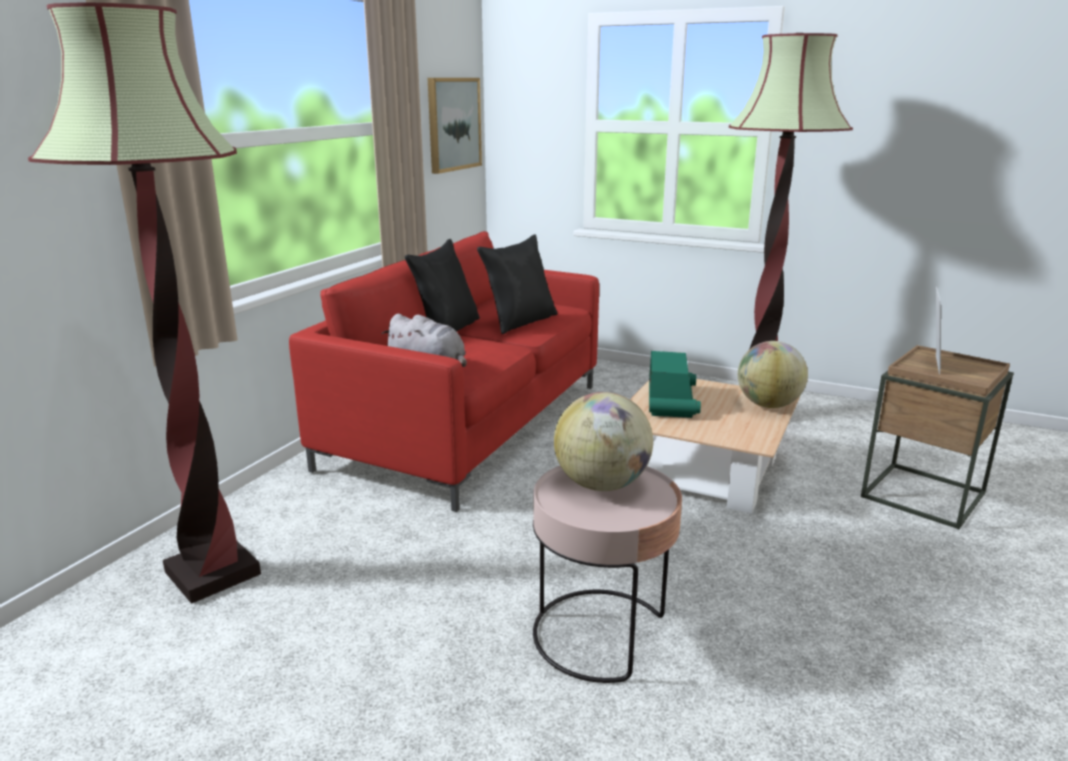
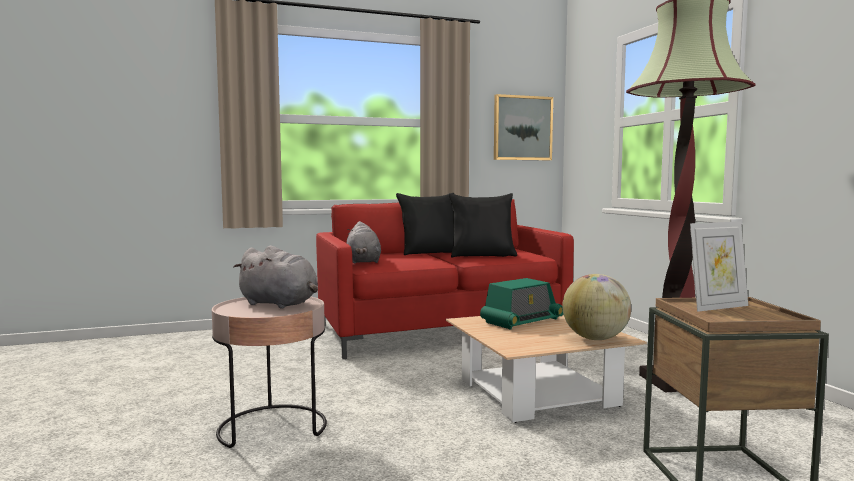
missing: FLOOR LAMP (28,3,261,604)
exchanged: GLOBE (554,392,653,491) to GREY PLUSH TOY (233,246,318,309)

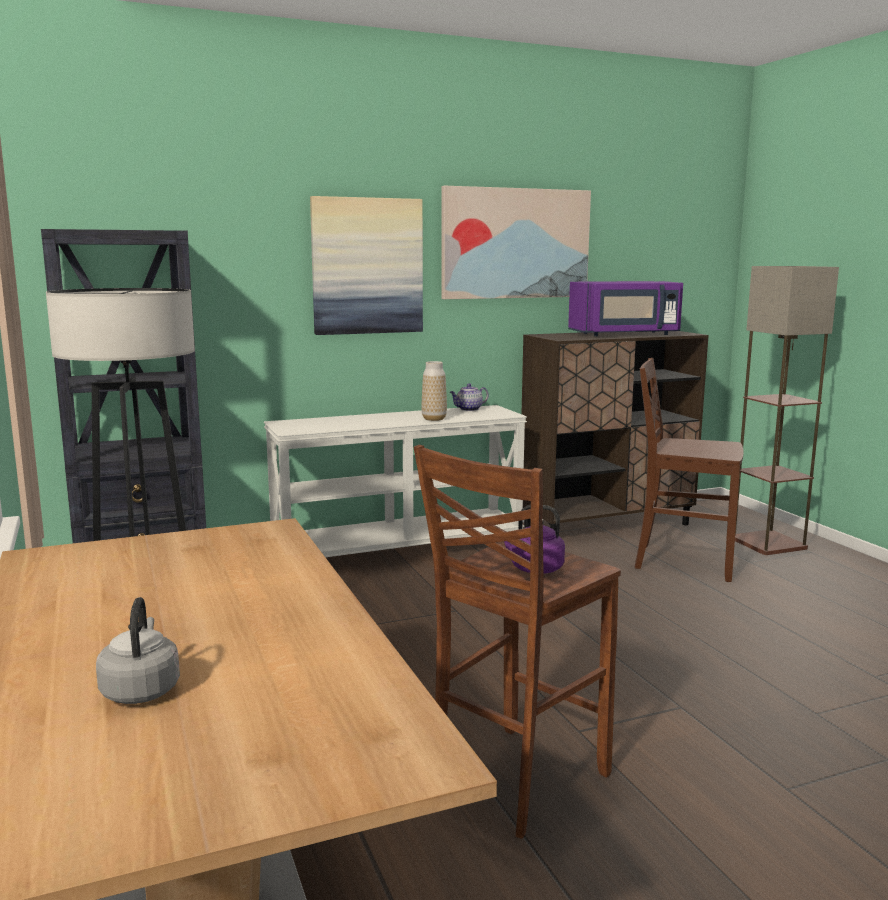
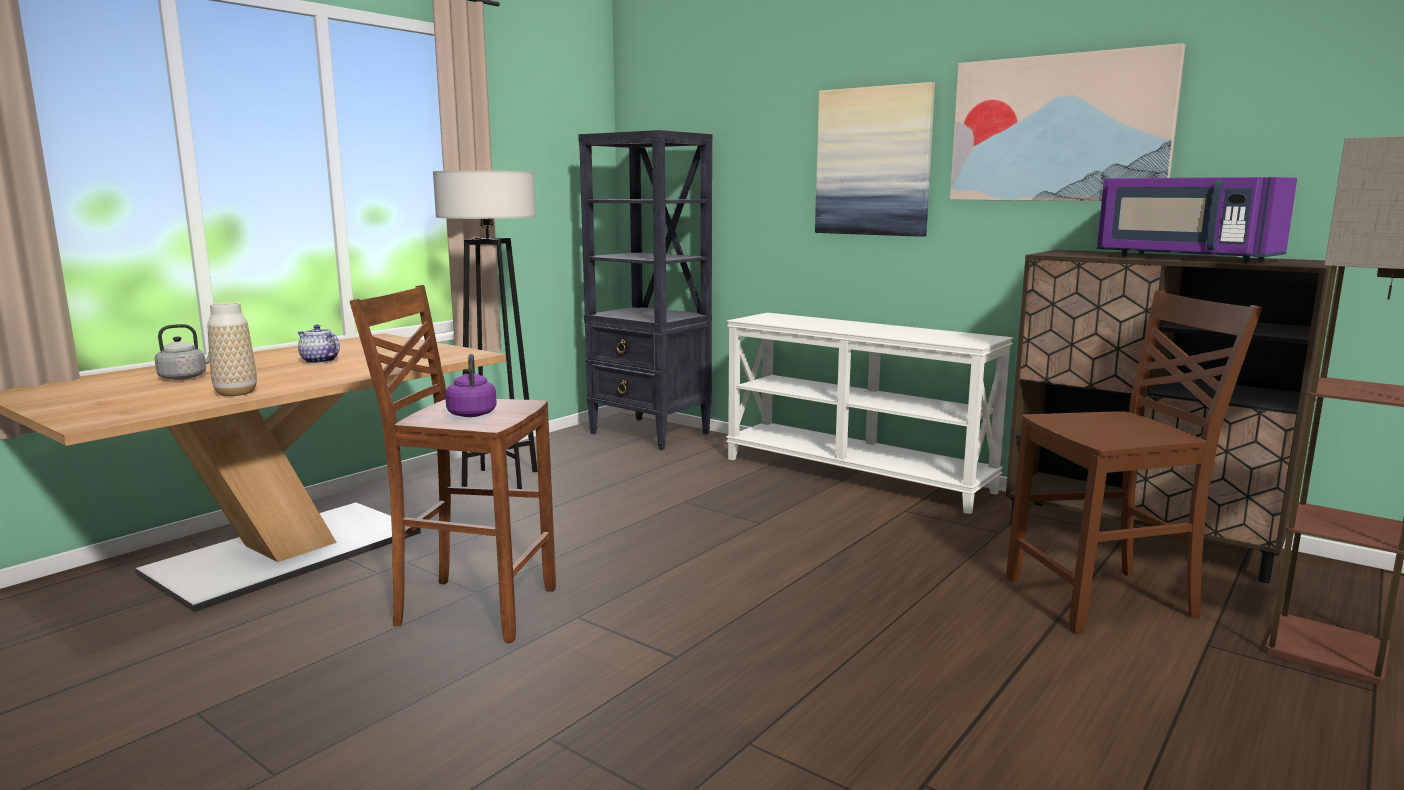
relocated: VASE (421,361,447,421) to (207,302,257,396); TEAPOT (450,384,489,411) to (297,325,340,364)
spun: BROWN CHAIR (635,358,744,582) = (1006,290,1262,634) 90 degrees clockwise

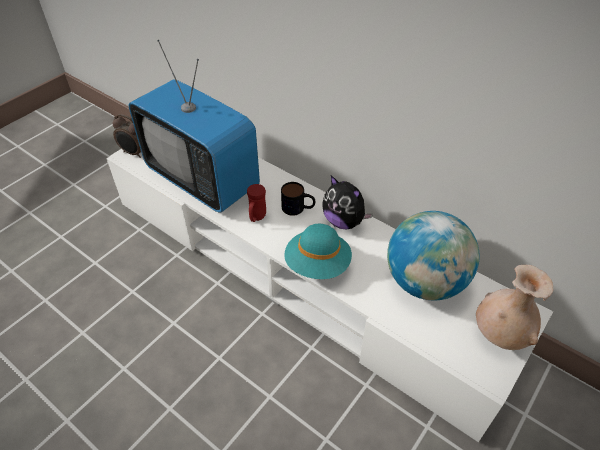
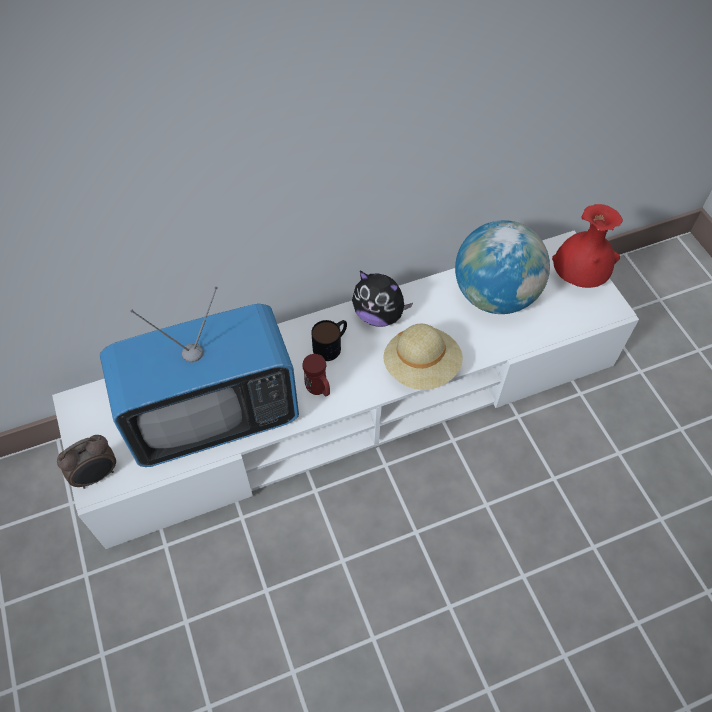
colour: TURQUOISE HAT (284,224,352,279) to BEIGE HAT (383,324,463,390); BEIGE VASE (476,265,554,350) to RED VASE (552,204,623,288)
spun: PLUSH TOY (323,176,373,229) = (352,271,413,327) 45 degrees clockwise

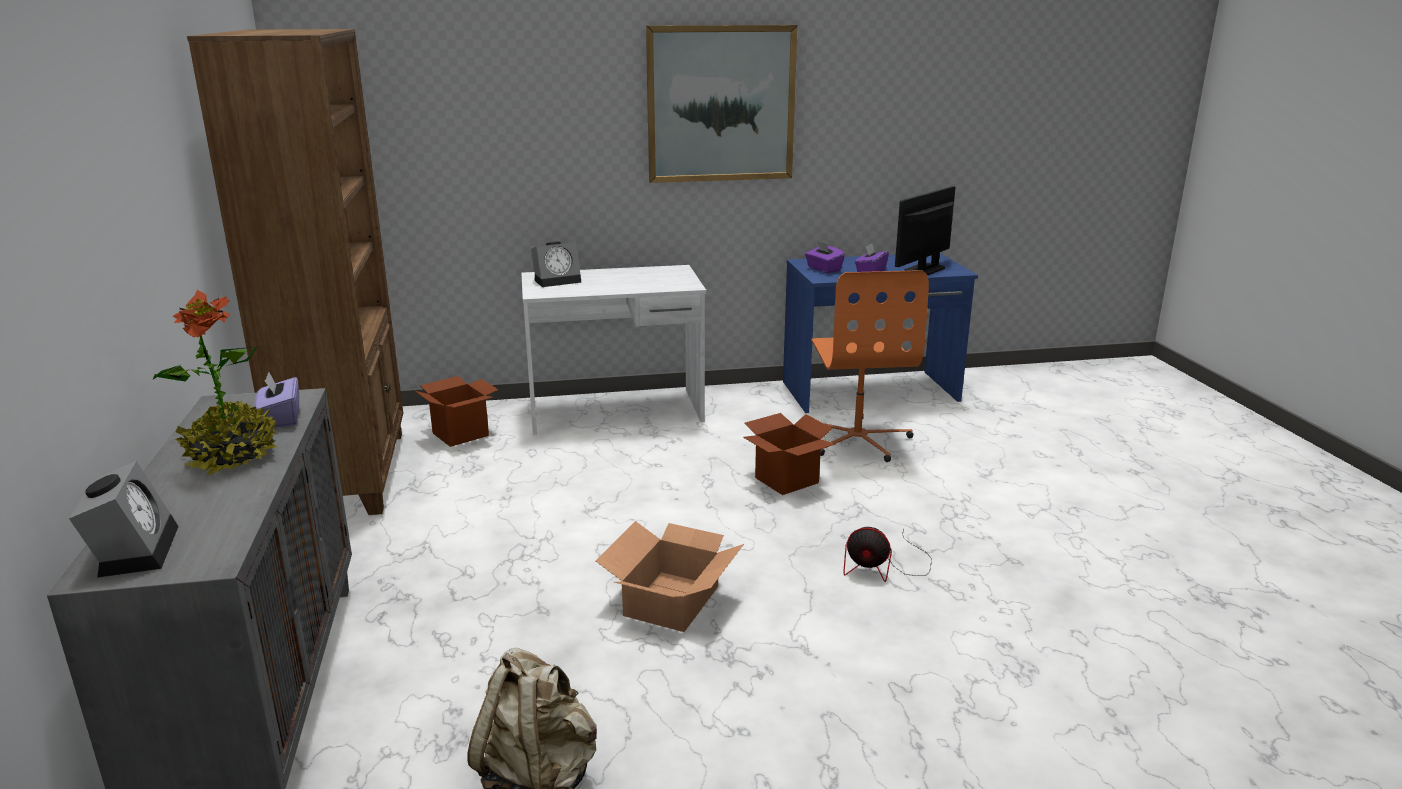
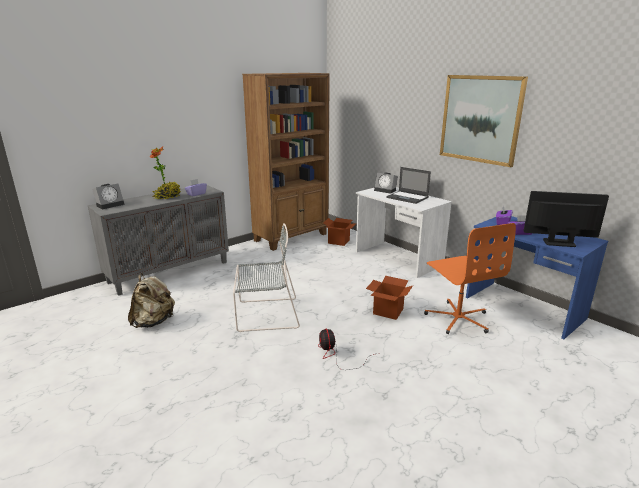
appeared: LAPTOP (386,167,431,204)
exchanged: CARDBOARD BOX (596,521,744,632) to GREY CHAIR (233,223,300,332)
spun: ORANGE OFFICE CHAIR (811,270,929,462) = (424,223,516,334) 75 degrees counterclockwise

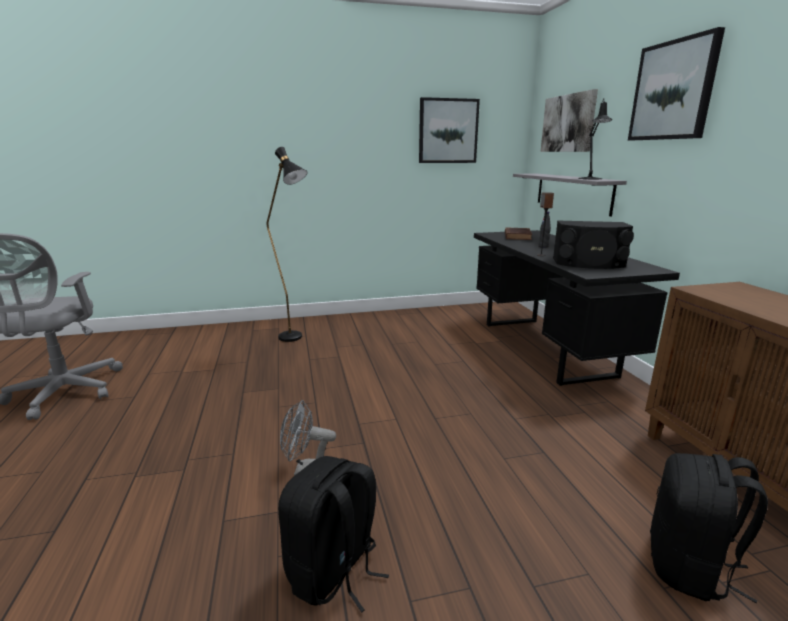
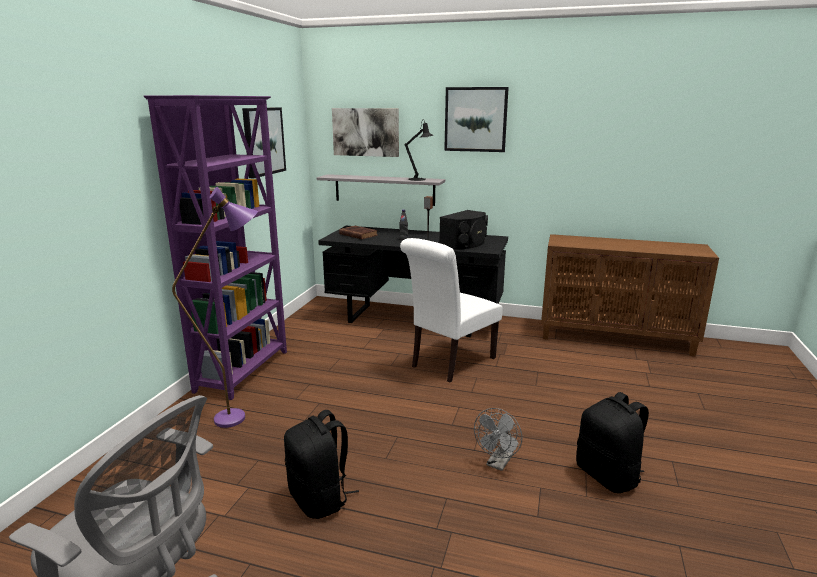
appeared: PURPLE BOOKCASE (144,95,287,400); WHITE CHAIR (400,238,503,383)
relocated: BLACK BACKPACK (650,453,768,604) to (284,410,359,519)
colour: BLACK FLOOR LAMP (267,147,308,342) to PURPLE FLOOR LAMP (172,187,258,428)

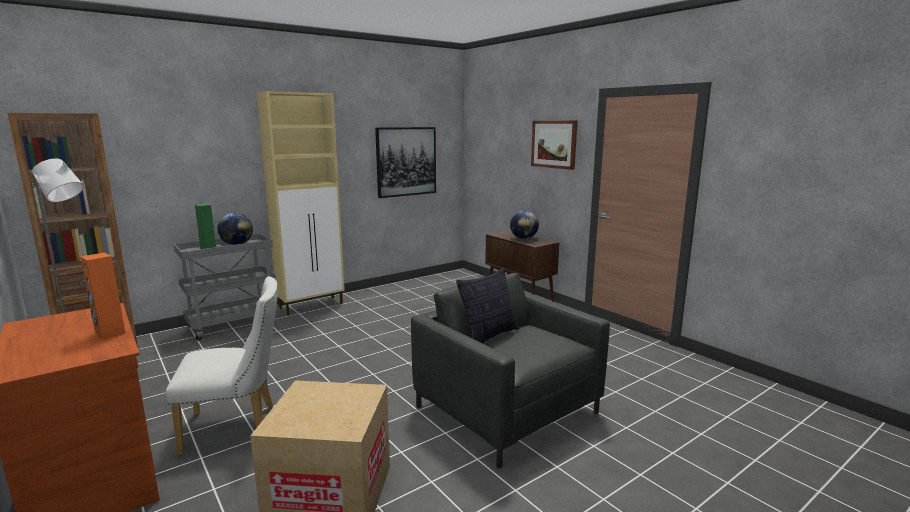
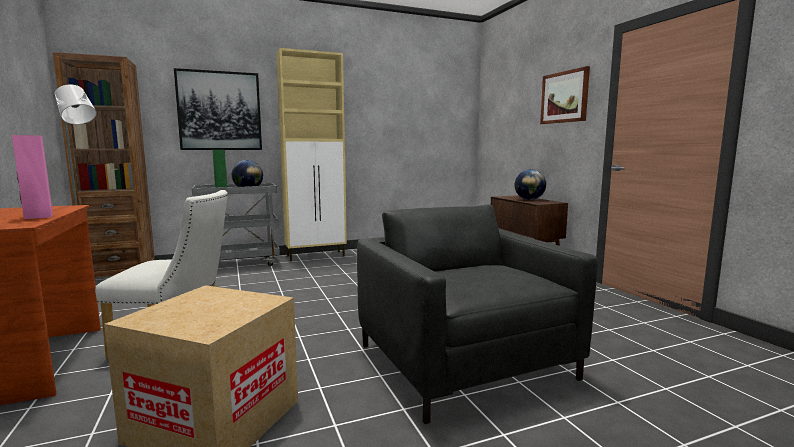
missing: PILLOW (456,268,519,343)
relocated: PICTURE (375,127,436,198) to (174,68,262,150)
colour: ORANGE SPEAKER (80,253,125,339) to PINK SPEAKER (12,135,53,219)

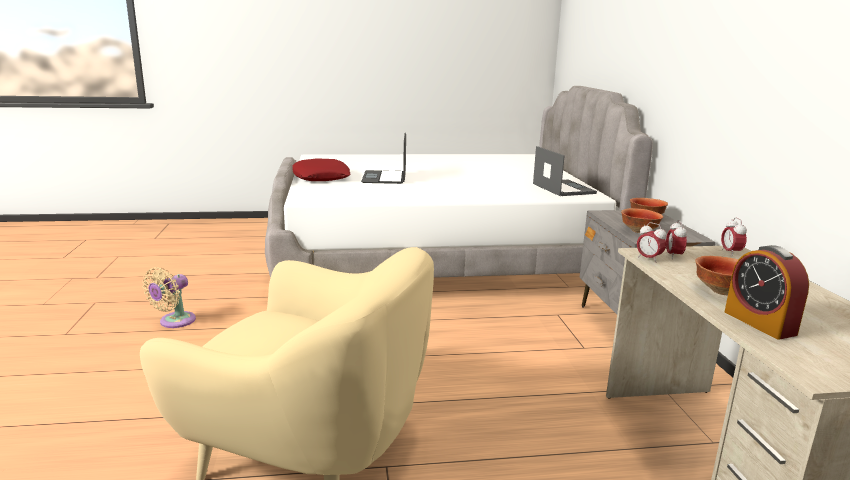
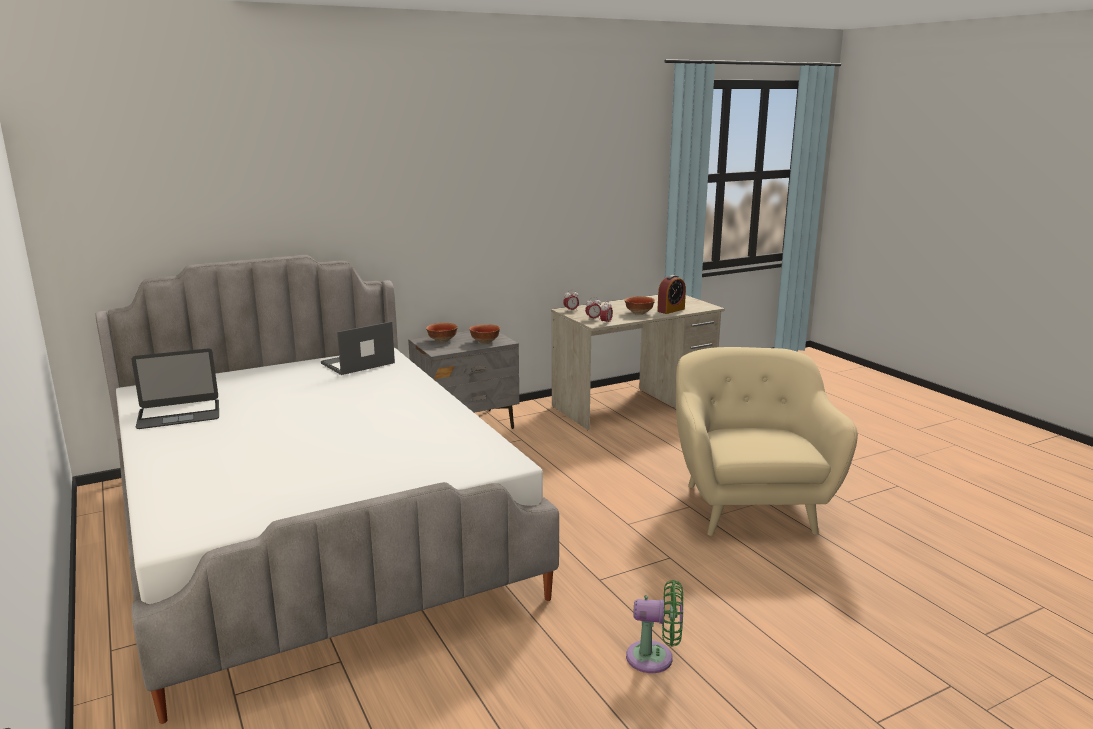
missing: RED PILLOW (292,158,351,181)
relocated: LAPTOP (361,133,406,184) to (132,349,219,429)
colour: BEIGE FAN (142,267,196,328) to GREEN FAN (626,580,683,673)

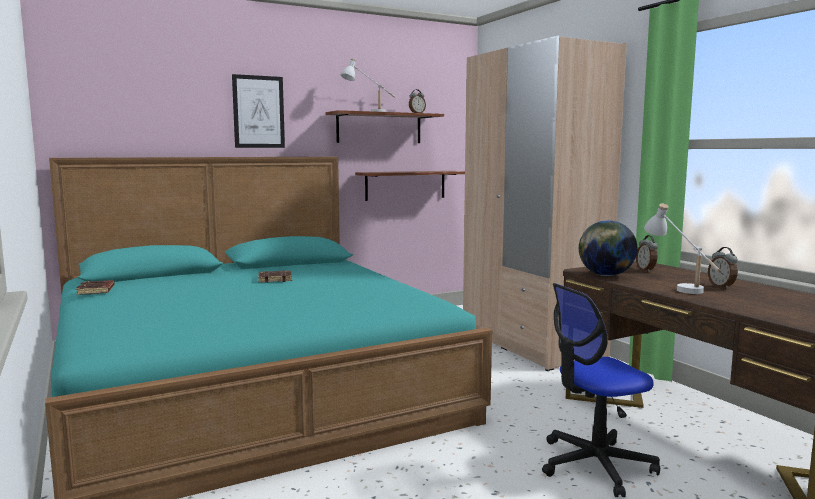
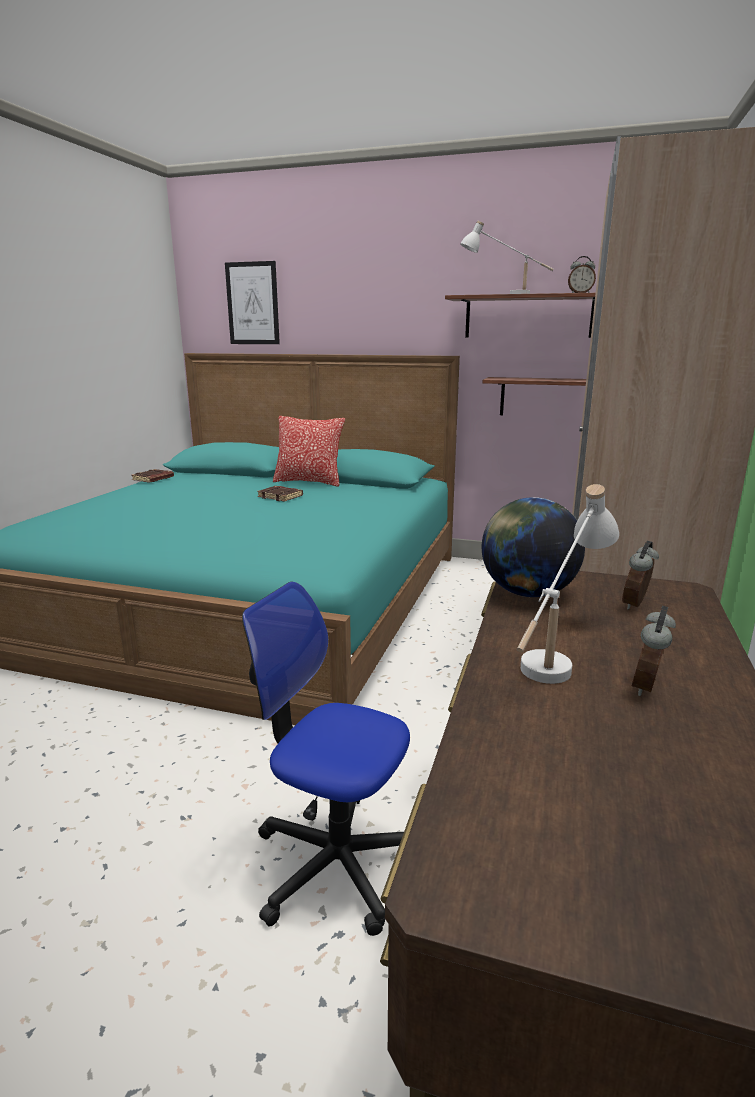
appeared: PILLOW (273,416,345,487)
relocated: PICTURE (232,74,285,148) to (225,261,280,344)

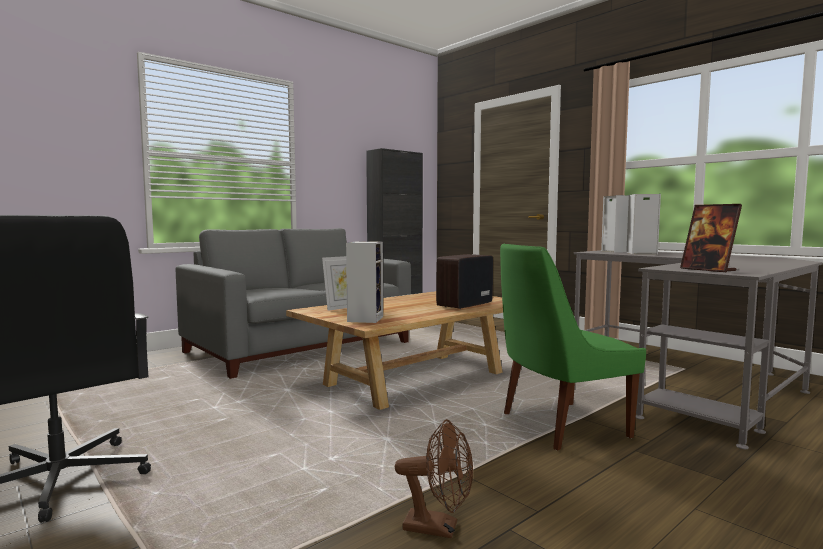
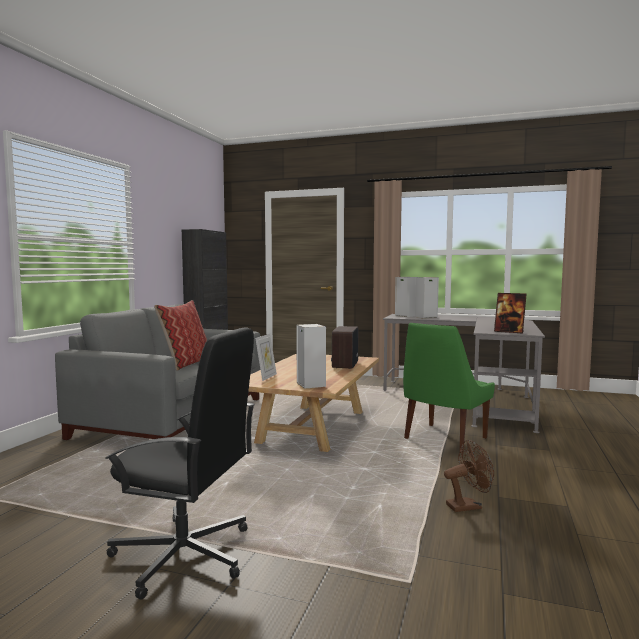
appeared: PILLOW (154,300,207,371)

